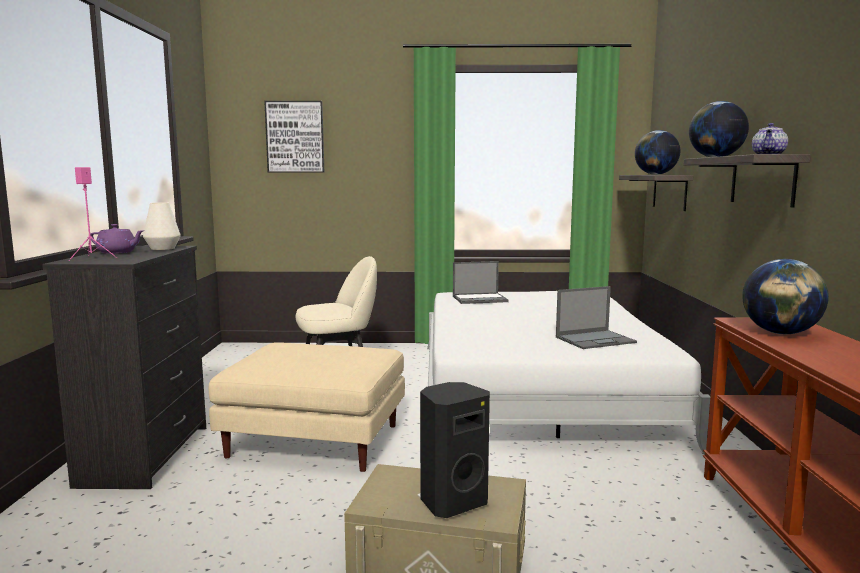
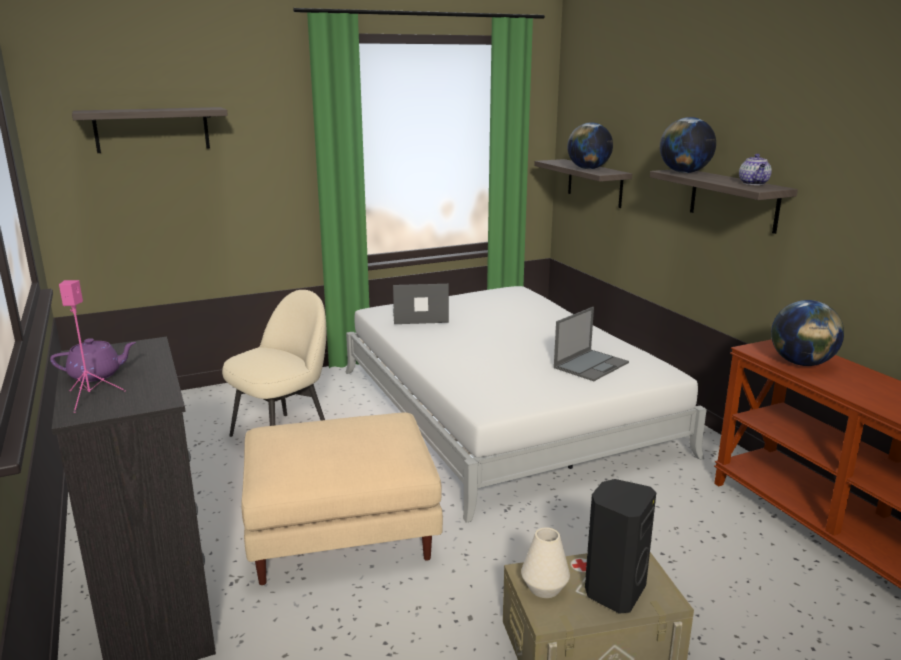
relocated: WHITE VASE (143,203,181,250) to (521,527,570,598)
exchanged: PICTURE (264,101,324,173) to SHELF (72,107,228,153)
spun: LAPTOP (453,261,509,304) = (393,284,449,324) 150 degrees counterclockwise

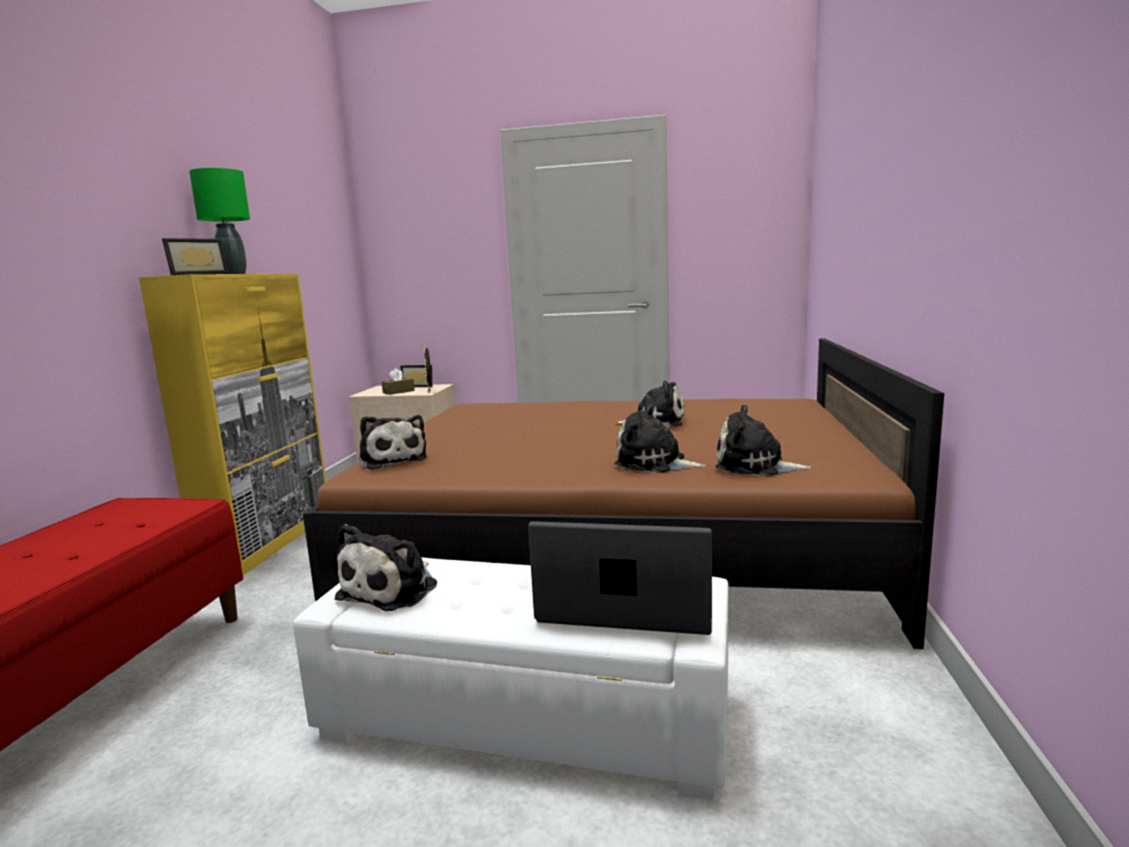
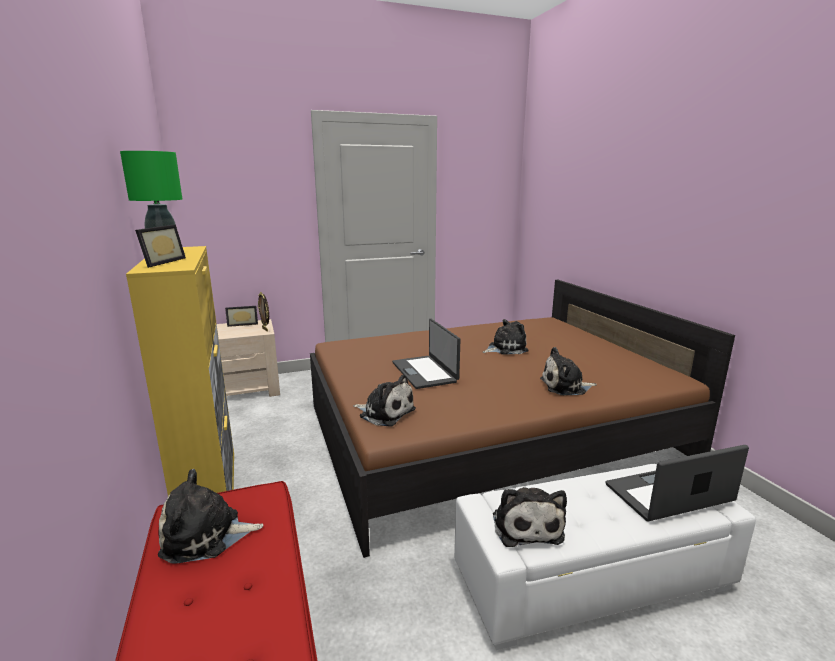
missing: BROWN TISSUE BOX (382,368,415,395)
appeared: LAPTOP (392,318,460,389)
relocated: PLUSH TOY (715,405,811,476) to (158,469,263,563)

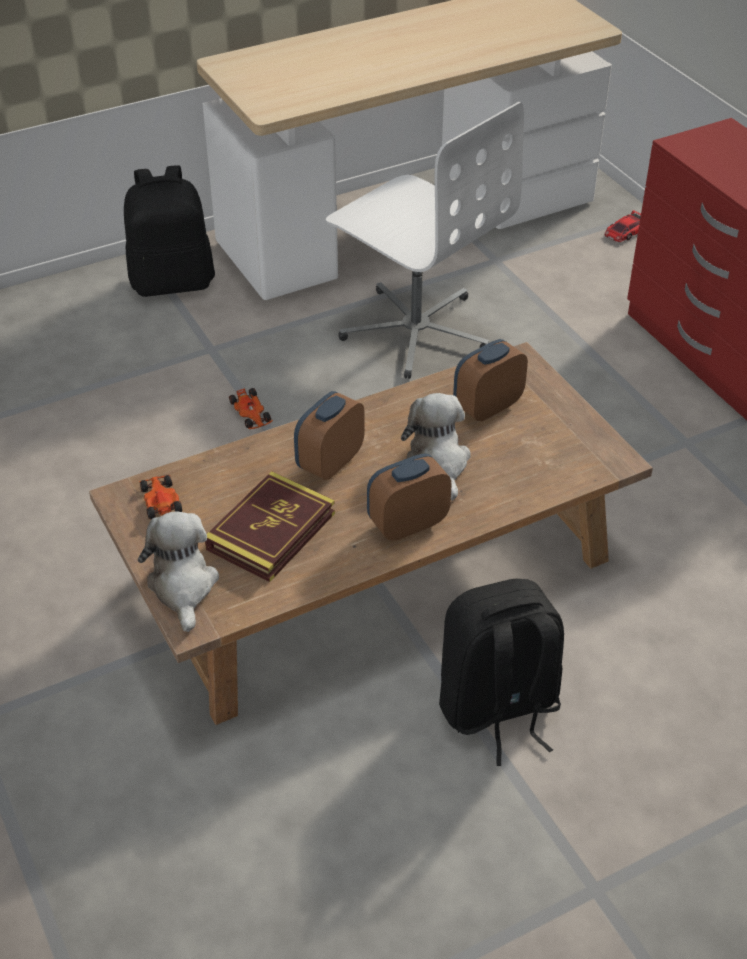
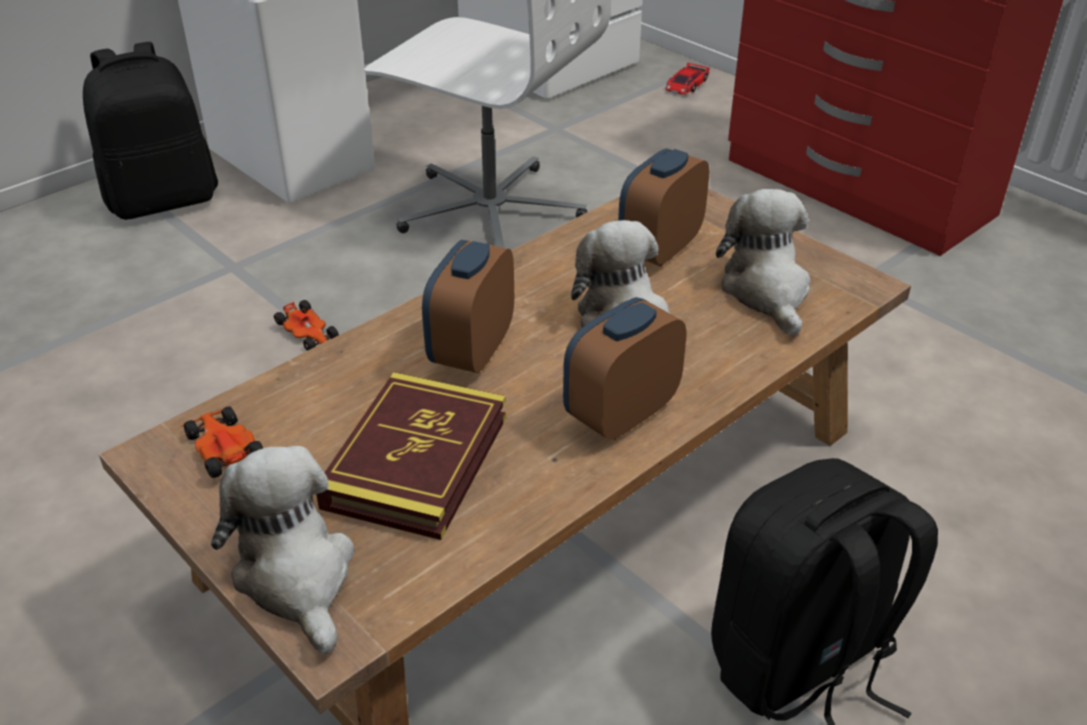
appeared: PLUSH TOY (716,189,811,337)

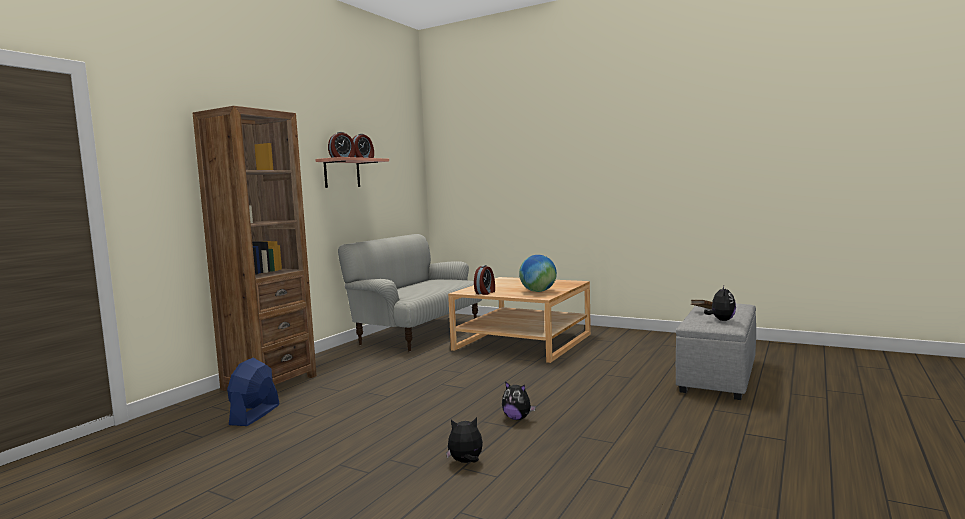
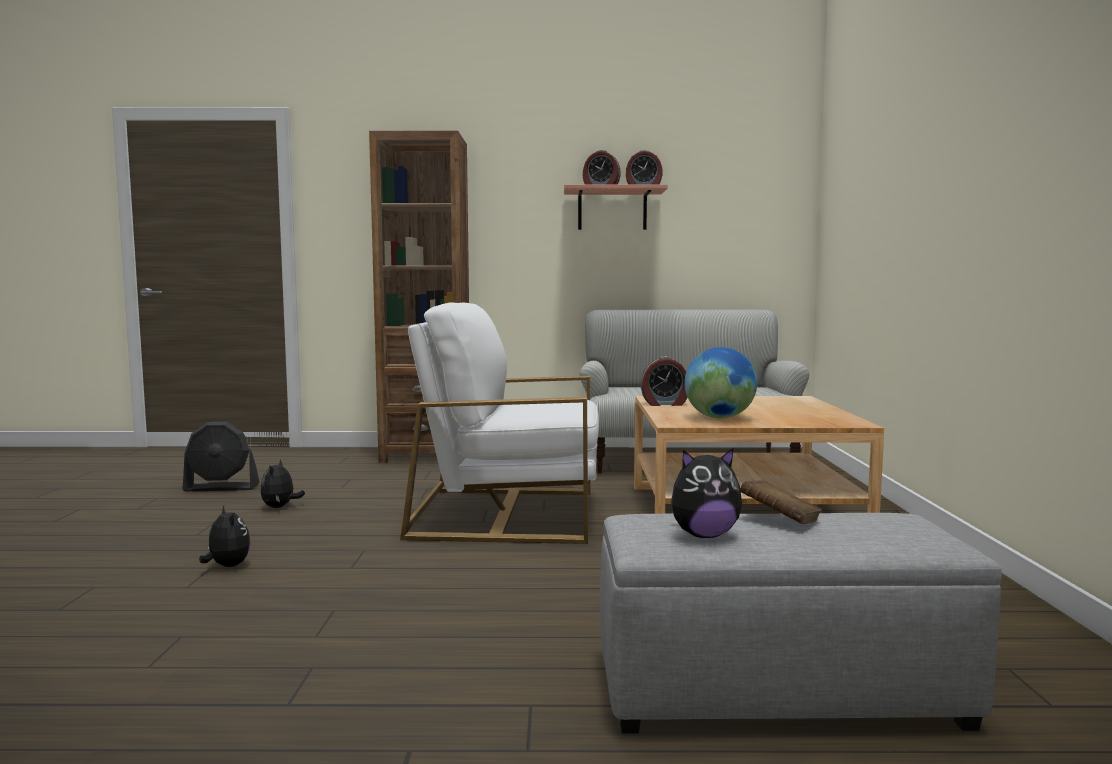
missing: BLUE FAN (227,358,279,426)
appeared: BLACK FAN (182,422,260,492); WHITE ARMCHAIR (400,303,599,544)
relocated: PLUSH TOY (502,381,536,420) to (260,459,305,508)

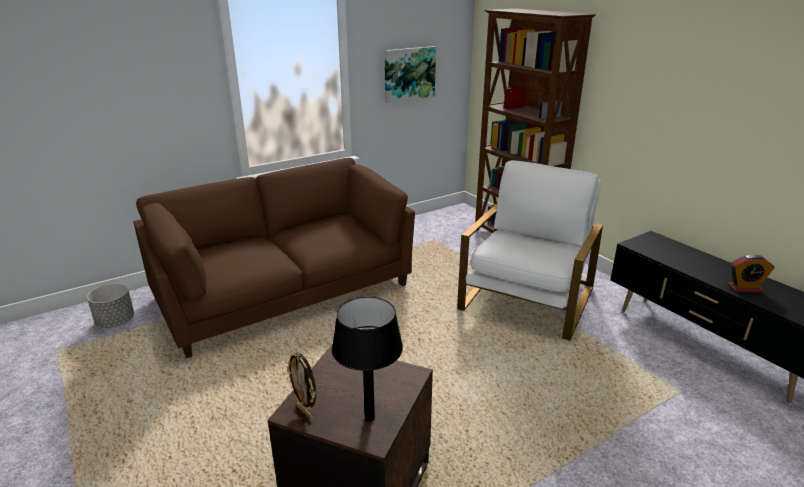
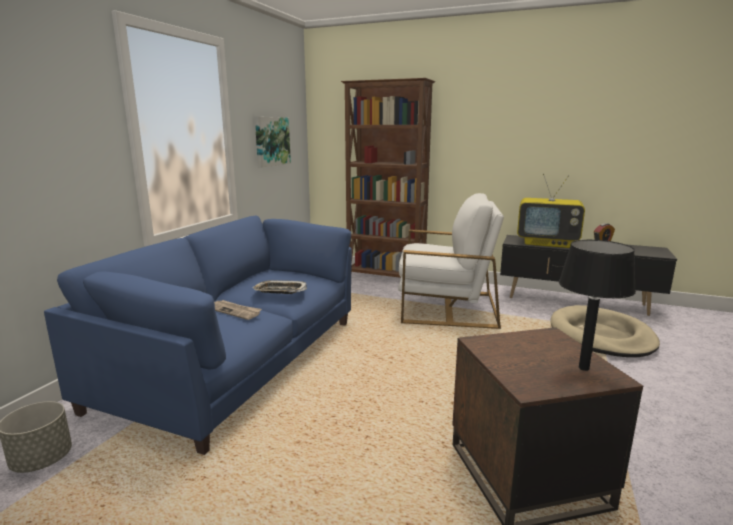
missing: PICTURE FRAME (287,352,316,420)
appeared: NEWSPAPER (214,300,262,320); TRAY (253,280,307,294); TELEVISION (517,174,585,248); BEIGE DOG BED (550,305,660,357)
colour: BROWN SOFA (134,158,415,358) to BLUE SOFA (44,216,352,455)
spun: WHITE ARMCHAIR (457,160,603,341) = (398,193,504,329) 105 degrees clockwise

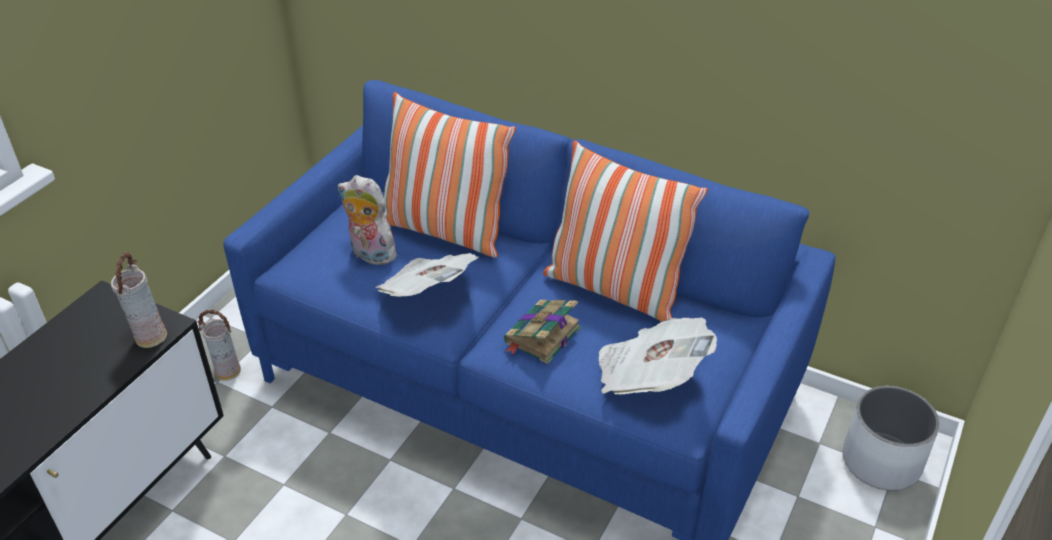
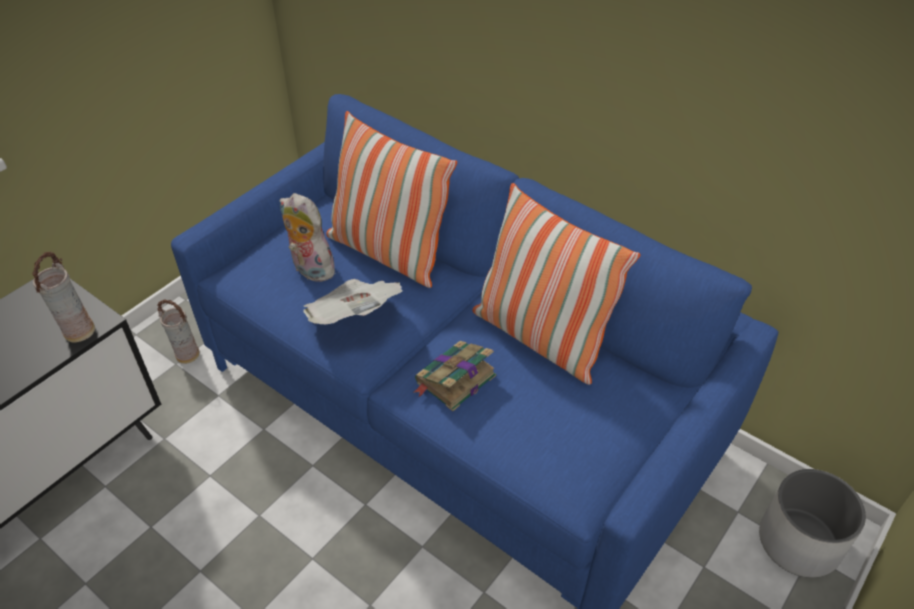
missing: NEWSPAPER (599,318,717,394)

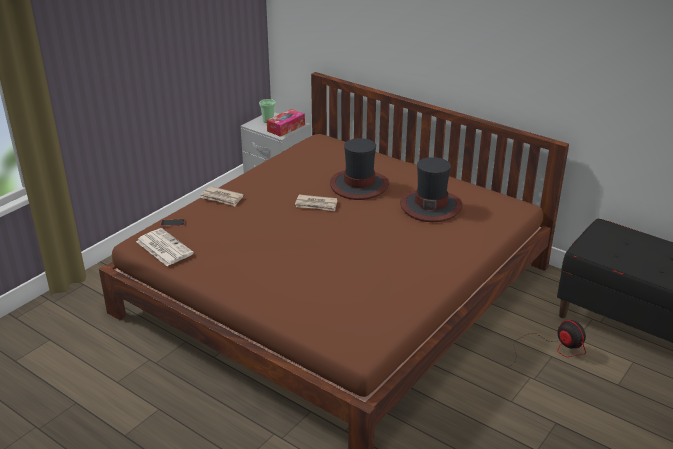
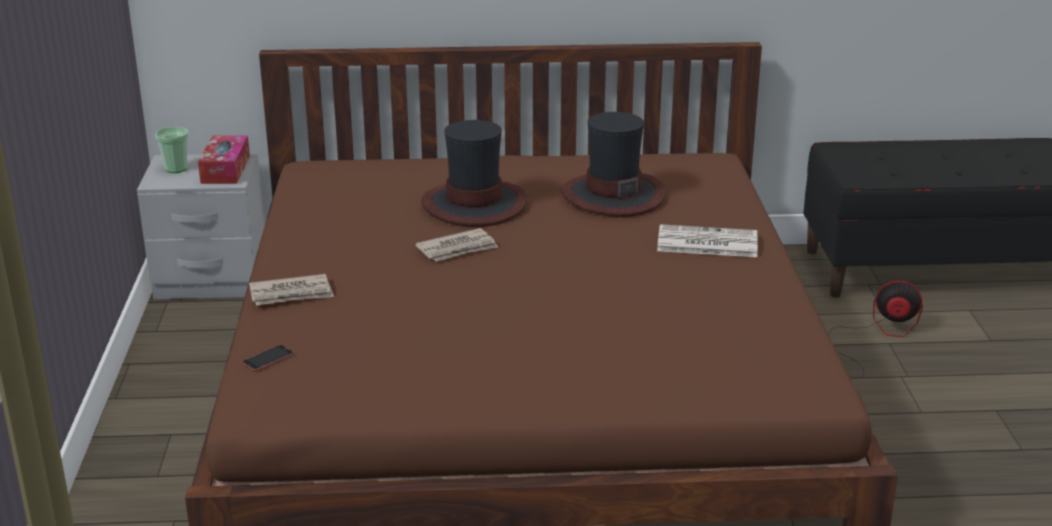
relocated: NEWSPAPER (136,228,194,266) to (657,224,758,257)

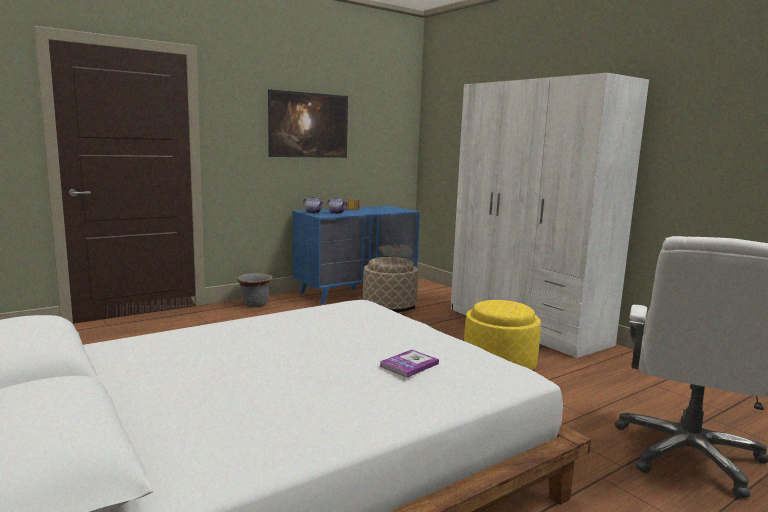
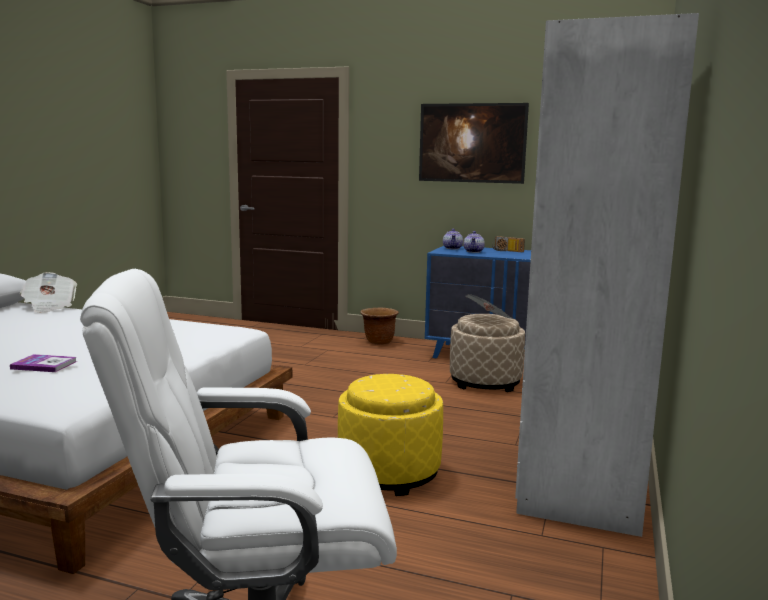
appeared: NEWSPAPER (20,272,77,313)
colour: GREY PLANTER (237,273,272,307) to BROWN PLANTER (360,308,399,344)

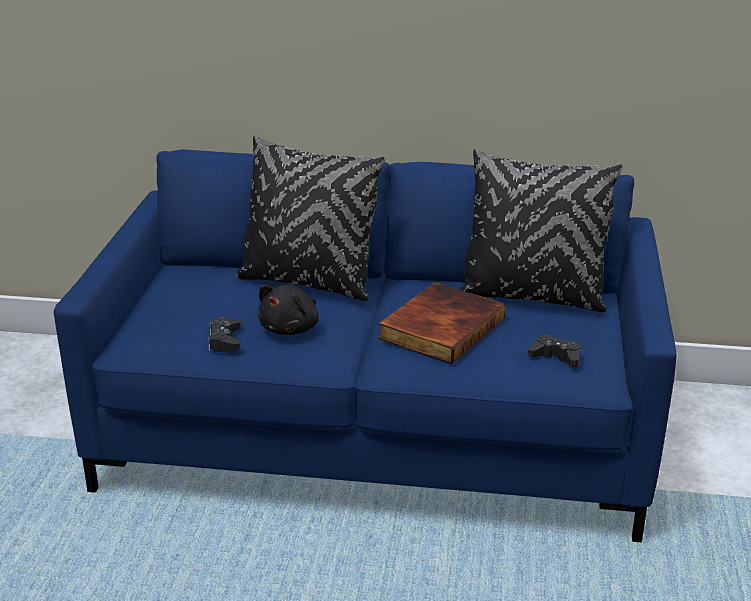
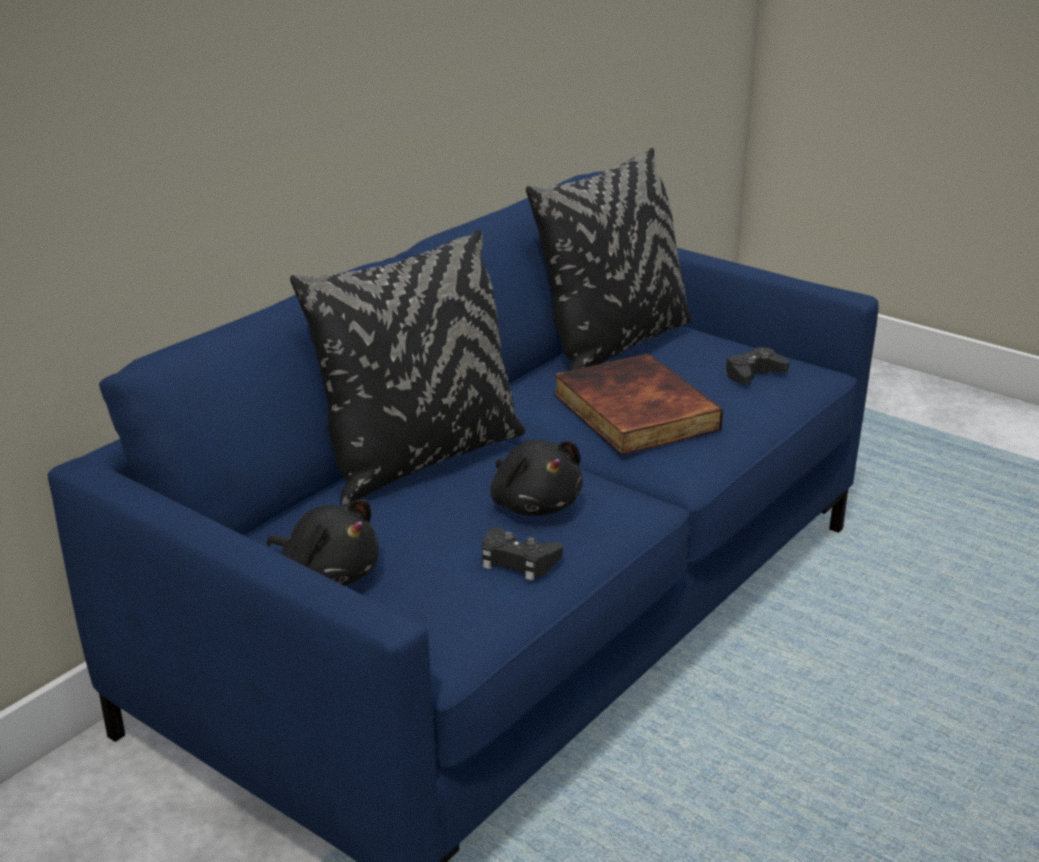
appeared: BLACK PLUSH TOY (266,499,379,586)

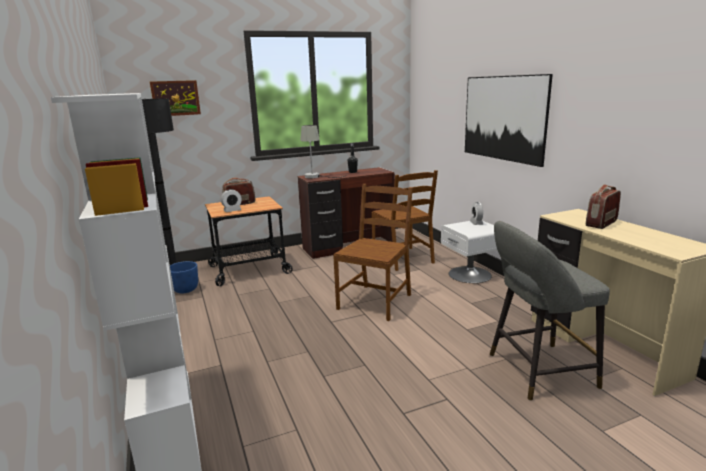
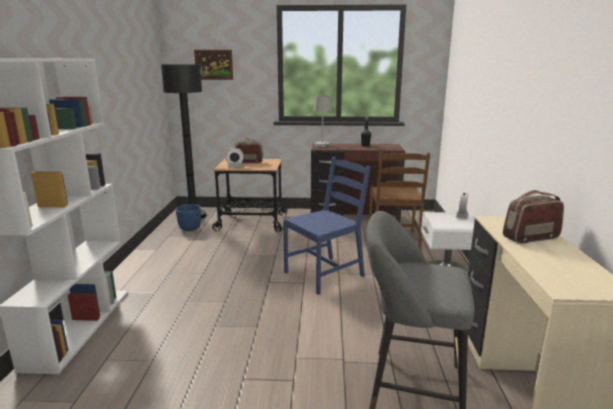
missing: PICTURE (465,74,553,167)
colour: BROWN CHAIR (333,184,413,321) to BLUE CHAIR (283,157,371,295)

